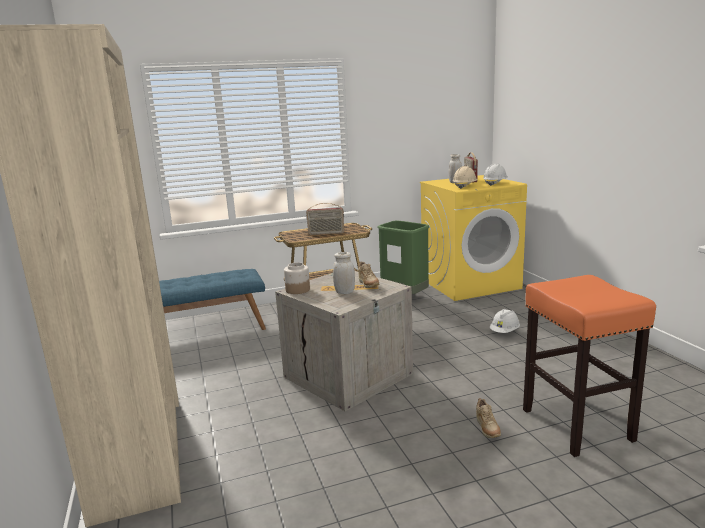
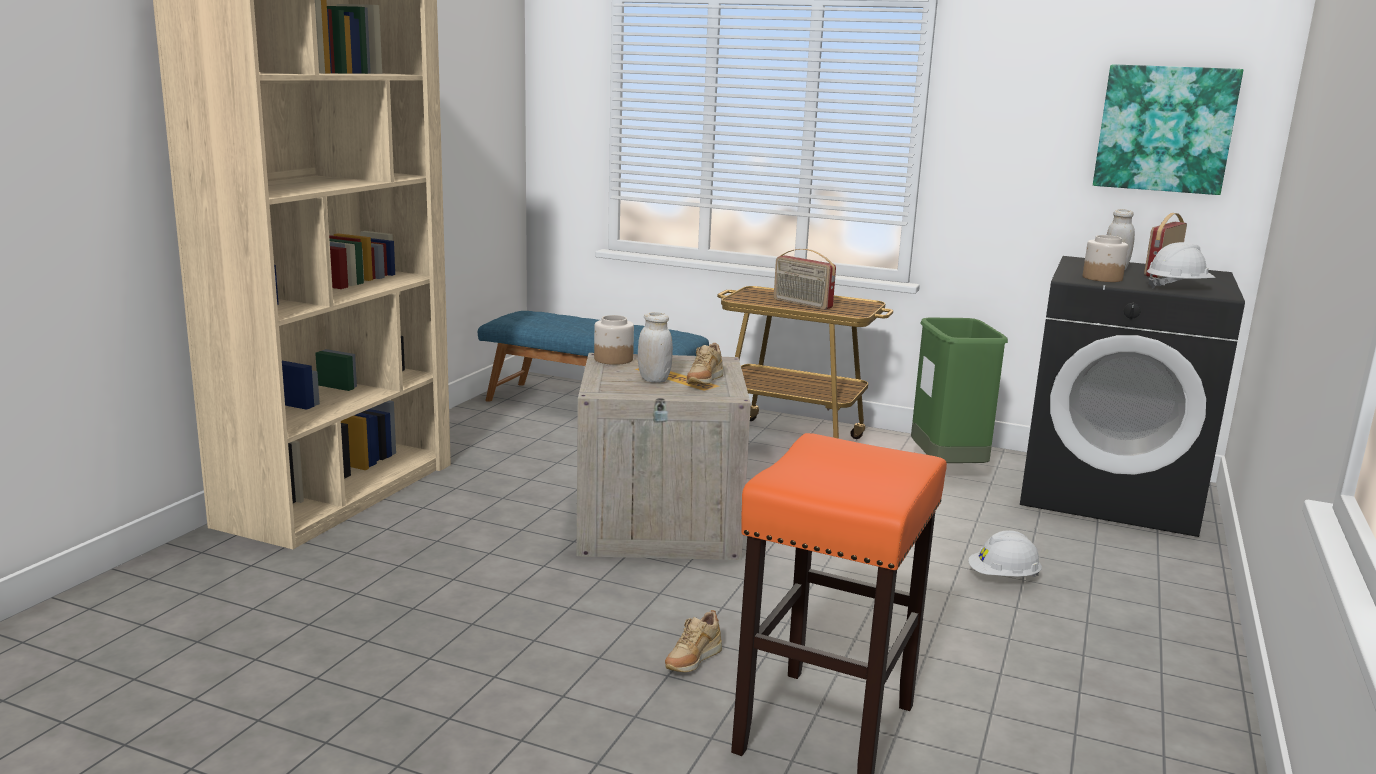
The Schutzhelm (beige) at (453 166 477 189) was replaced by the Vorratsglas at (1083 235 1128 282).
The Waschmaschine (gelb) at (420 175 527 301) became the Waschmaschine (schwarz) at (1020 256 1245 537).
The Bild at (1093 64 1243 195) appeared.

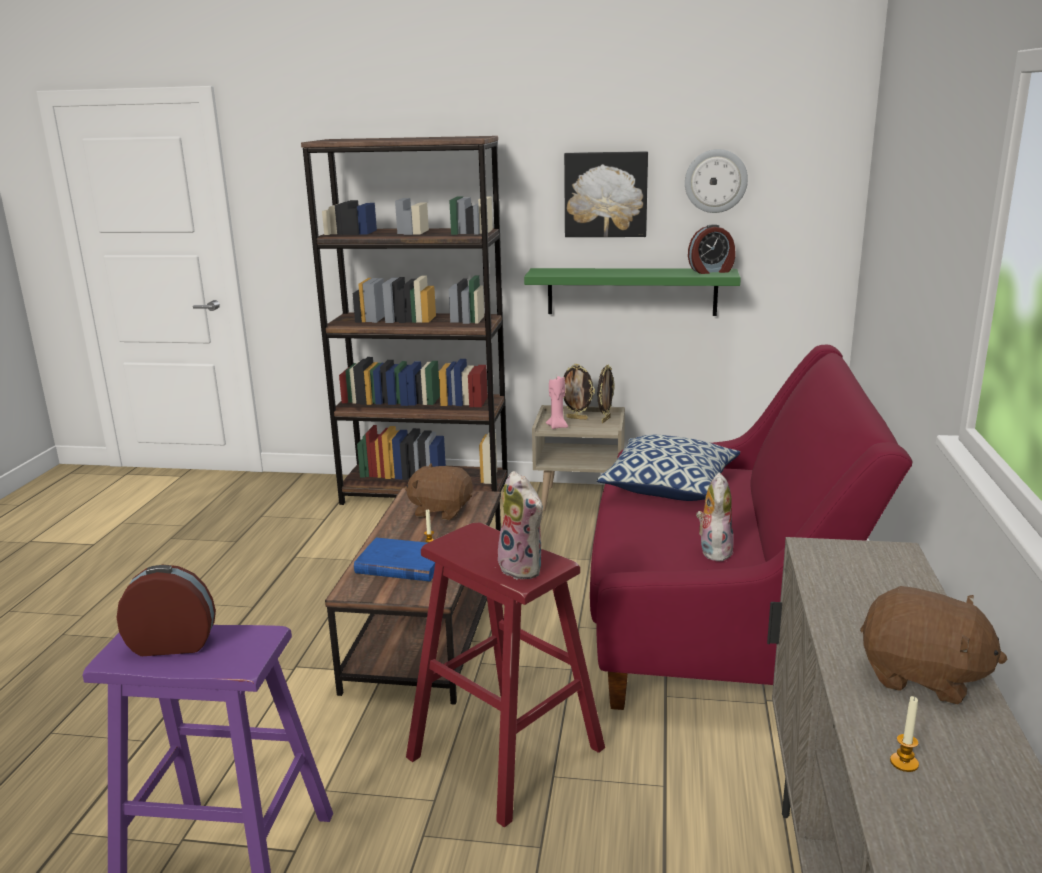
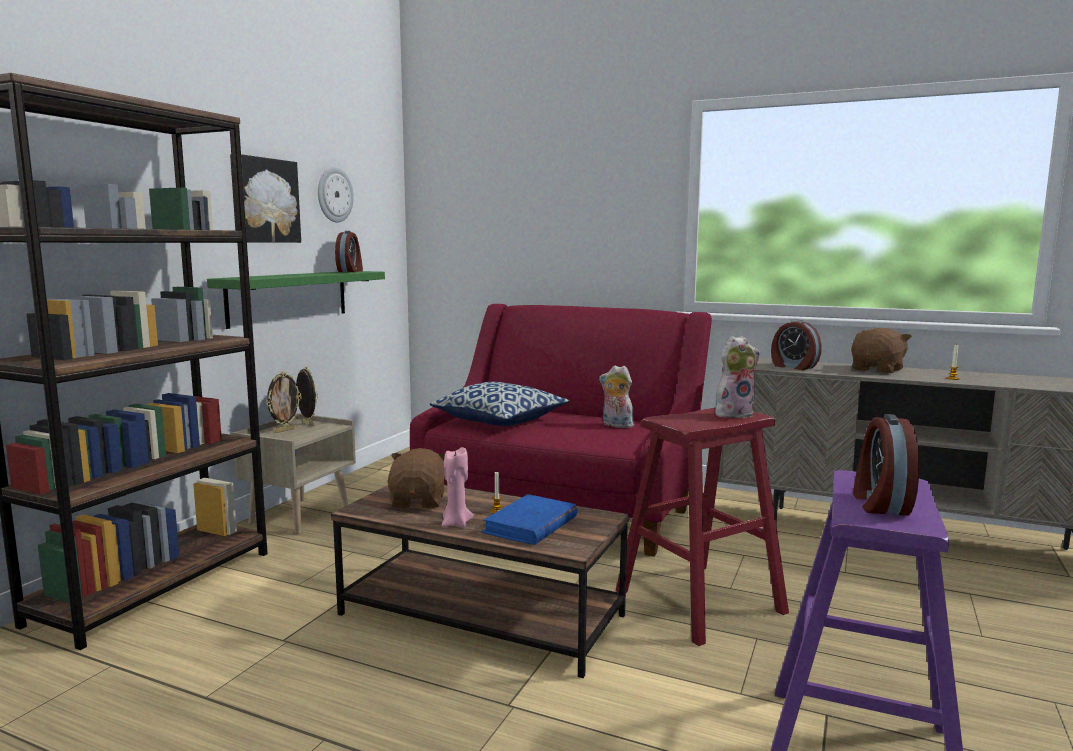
The Kerze (rosa) moved from (546 376 568 429) to (442 447 473 528).
The Plüschtier (braun) at (405 464 473 520) turned 150 degrees clockwise.
The Wecker at (771 320 822 370) appeared.

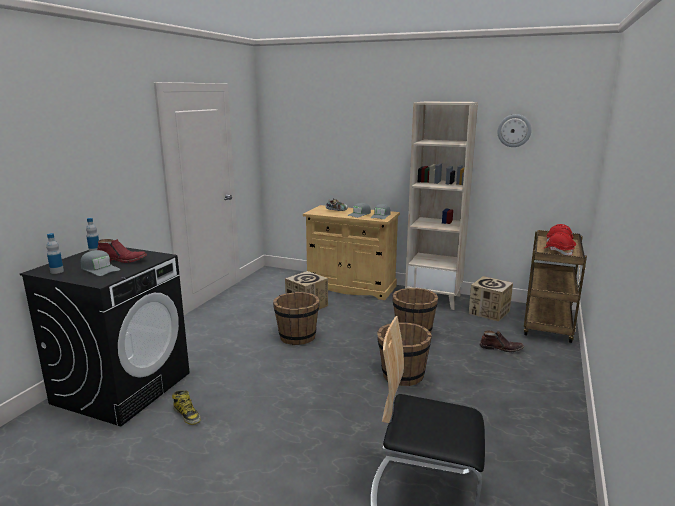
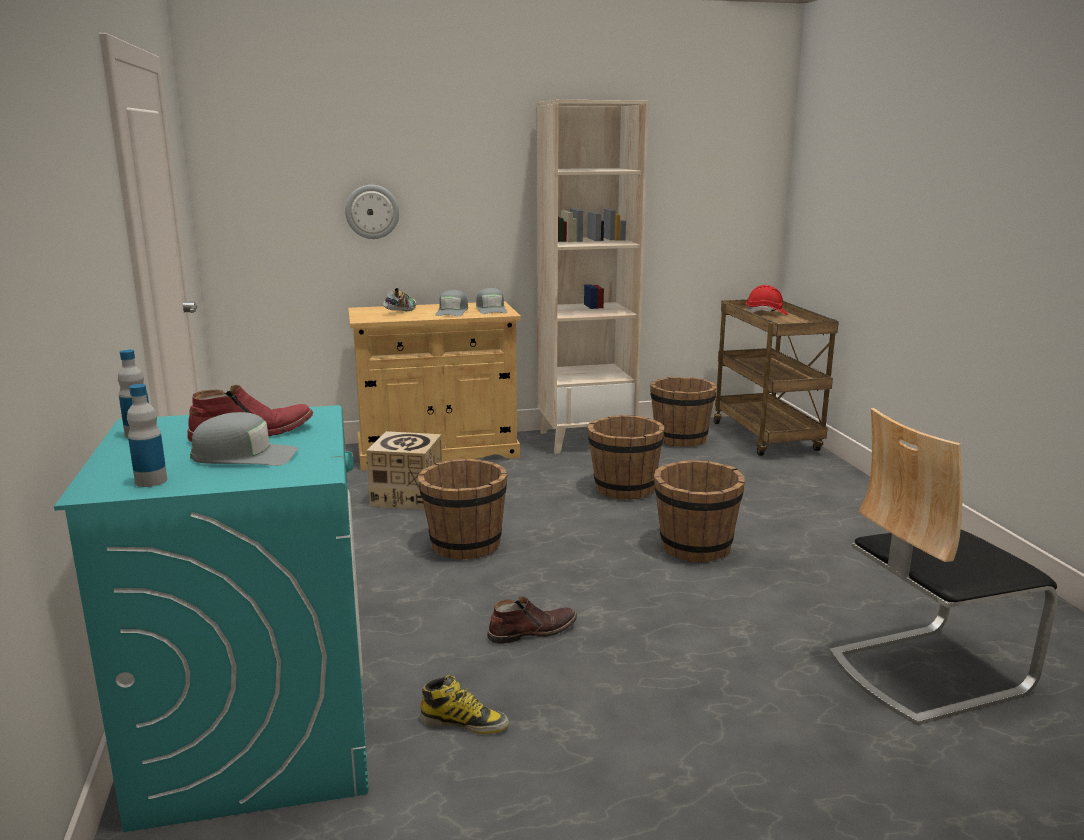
The Wanduhr moved from (498 114 532 147) to (345 185 399 239).
The Schutzhelm (rot) at (545 232 575 256) disappeared.
The Waschmaschine (schwarz) at (20 247 190 426) became the Waschmaschine (türkis) at (54 405 369 832).
The Karton at (469 276 513 322) was replaced by the Eimer (braun) at (650 377 717 447).
The Stiefel (braun) moved from (480 330 524 352) to (487 596 577 644).

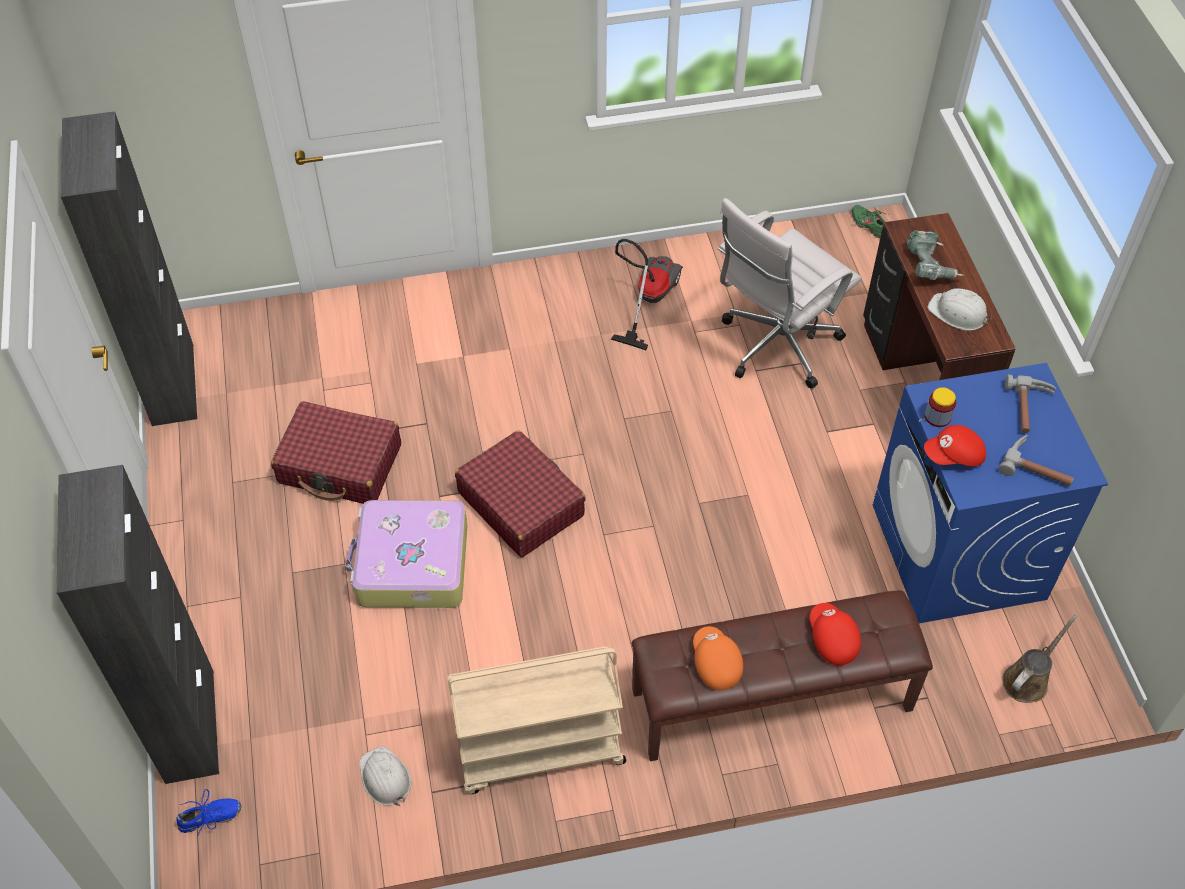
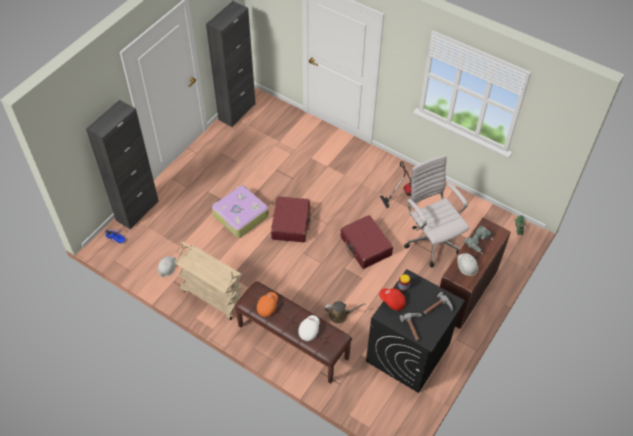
The Bürostuhl (weiß) at (718 198 862 389) turned 60 degrees clockwise.
The Waschmaschine (blau) at (873 363 1108 623) became the Waschmaschine (schwarz) at (366 269 465 393).
The Koffer (rot) moved from (271 401 401 504) to (340 215 393 269).
The Kappe (rot) at (809 603 861 665) became the Kappe (weiß) at (298 315 320 341).
The Gießkanne (braun) moved from (1002 615 1077 703) to (325 301 366 324).

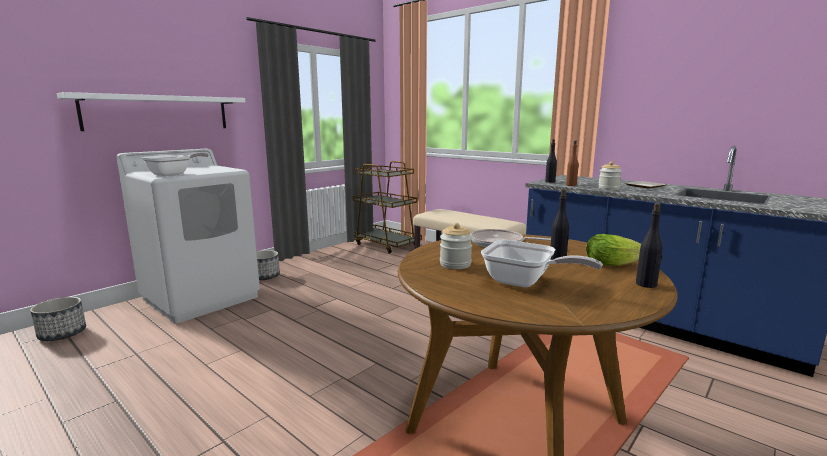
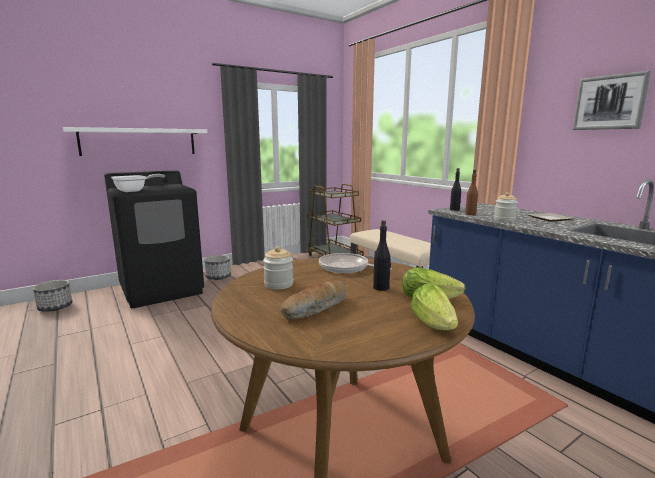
The Waschmaschine (weiß) at (116 149 260 324) became the Waschmaschine (schwarz) at (104 170 204 309).
The Flasche (schwarz) at (636 203 662 288) was replaced by the Salatkopf at (411 283 458 330).
The Pfanne at (481 240 603 287) was replaced by the Brot at (281 280 347 319).
The Bild at (572 70 651 130) appeared.

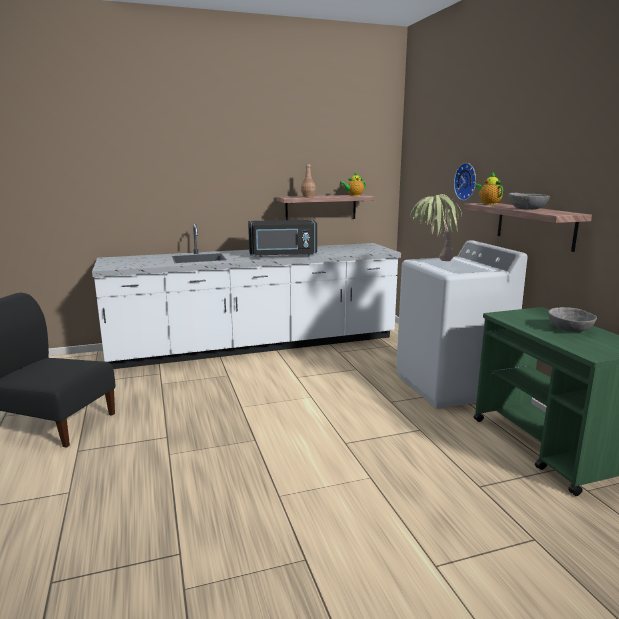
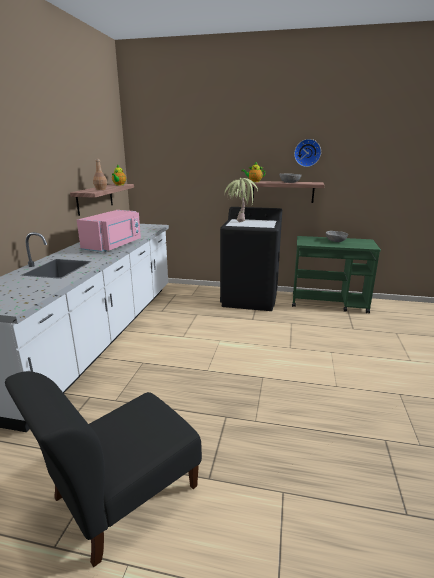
The Wanduhr moved from (454 163 476 201) to (294 139 321 167).
The Mikrowelle (schwarz) at (248 220 317 257) became the Mikrowelle (rosa) at (77 210 141 252).
The Waschmaschine (weiß) at (396 240 528 409) became the Waschmaschine (schwarz) at (220 207 282 311).

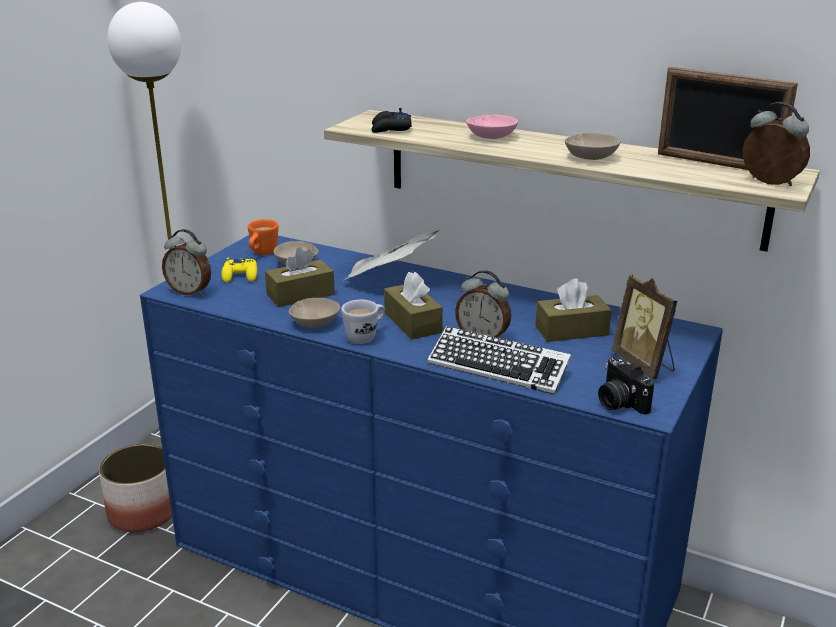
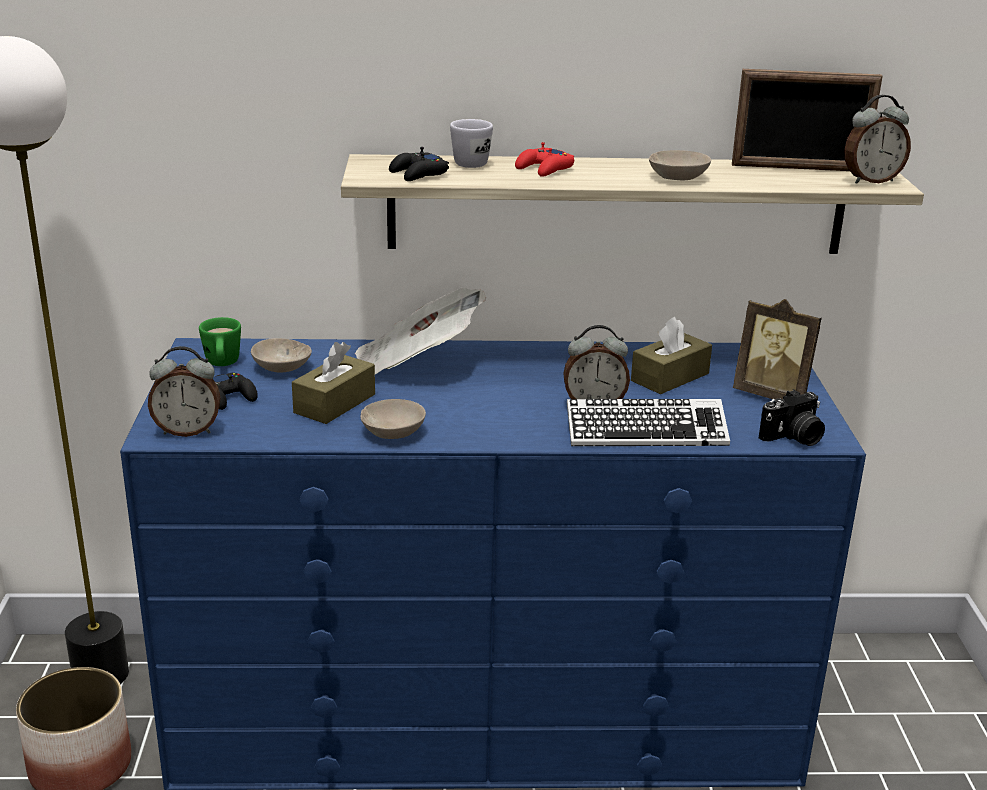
The Wecker at (742 102 810 186) turned 150 degrees clockwise.
The Schüssel (rosa) at (466 115 518 139) was replaced by the Gamepad (rot) at (515 142 574 177).
The Henkelbecher (orange) at (248 219 278 255) became the Henkelbecher (grün) at (199 317 241 366).
The Gamepad (gelb) at (221 257 257 283) became the Gamepad (schwarz) at (213 373 258 410).
The Taschentuchbox (braun) at (384 271 443 340) disappeared.
The Henkelbecher (weiß) moved from (341 300 385 344) to (450 119 493 168).
The Kamera at (598 357 654 415) turned 60 degrees counterclockwise.

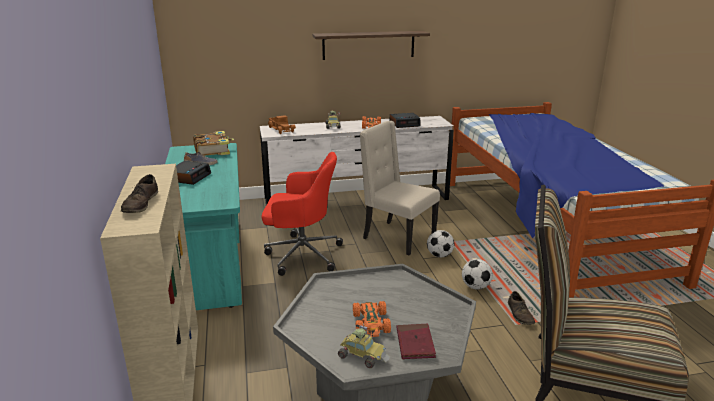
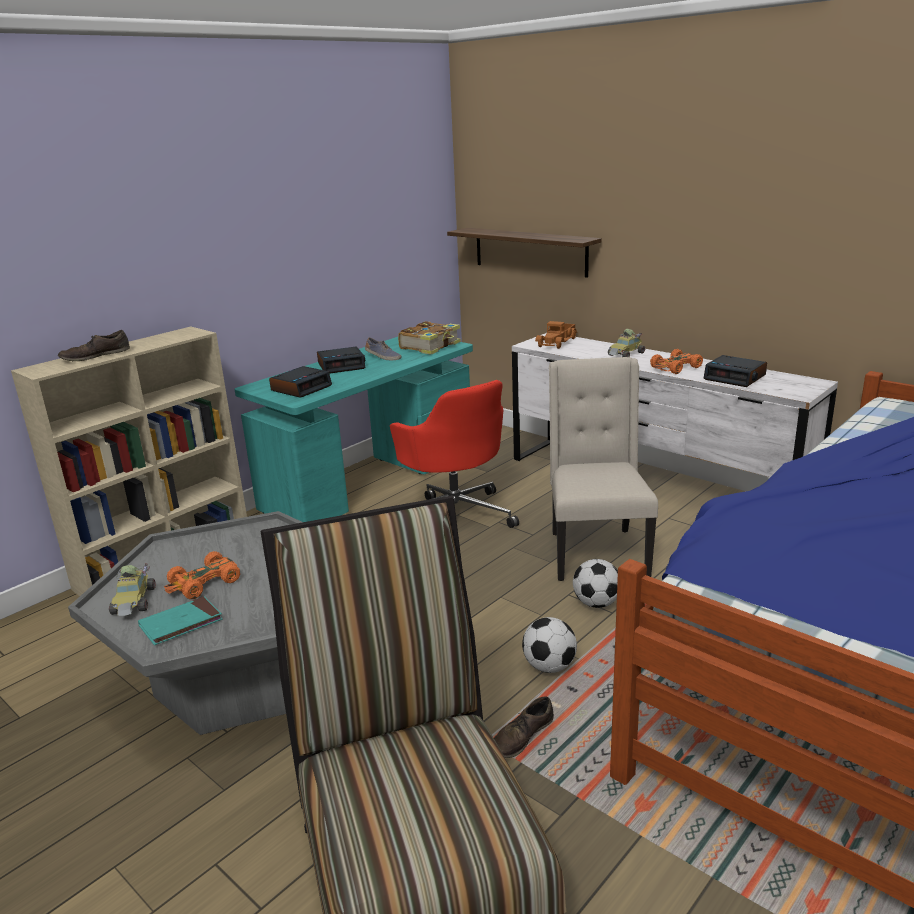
The Wandregal moved from (312 31 430 60) to (447 228 602 278).
The Buch (rot) at (397 324 436 359) became the Buch (türkis) at (138 596 223 645).
The Wecker at (269 366 332 398) appeared.

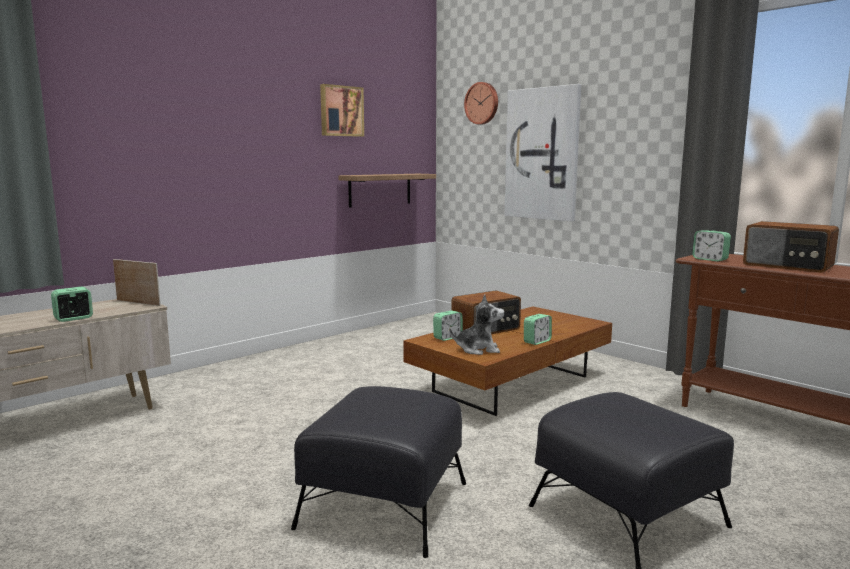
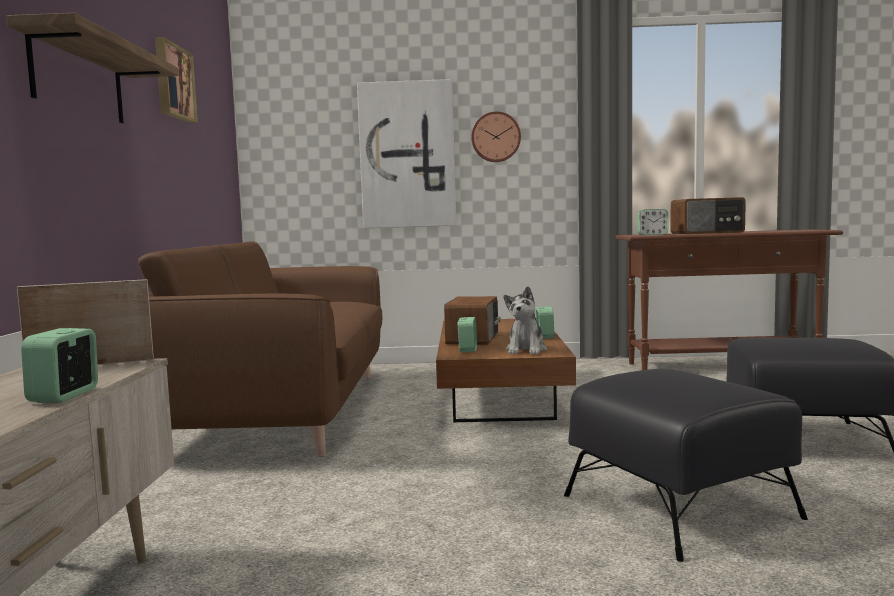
The Wanduhr moved from (464 82 498 125) to (471 111 521 162).
The Wandregal moved from (338 174 436 208) to (6 13 179 123).
The Plüschtier at (450 294 504 355) turned 150 degrees clockwise.
The Sofa (braun) at (138 241 382 457) appeared.

